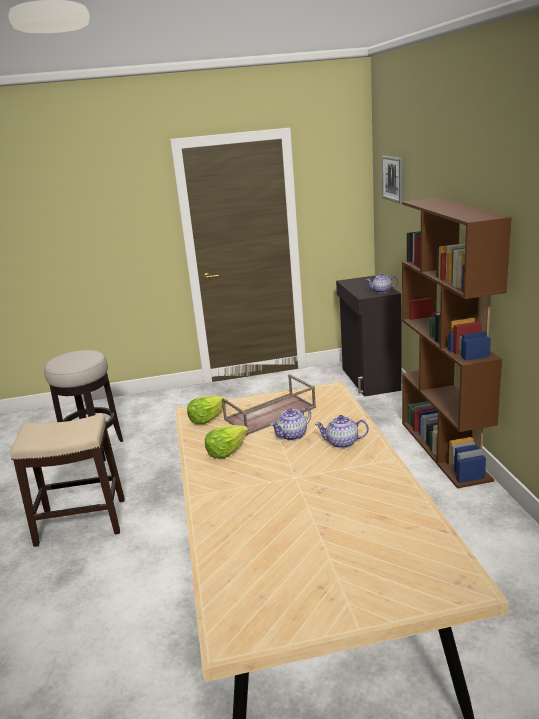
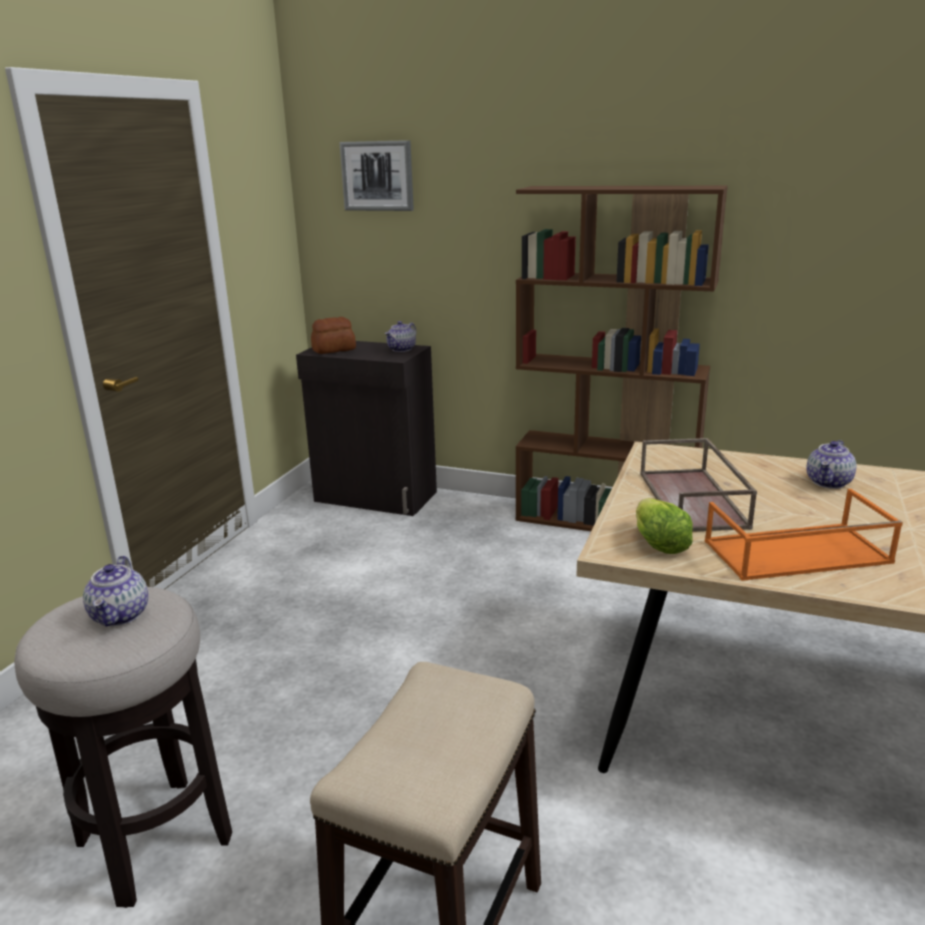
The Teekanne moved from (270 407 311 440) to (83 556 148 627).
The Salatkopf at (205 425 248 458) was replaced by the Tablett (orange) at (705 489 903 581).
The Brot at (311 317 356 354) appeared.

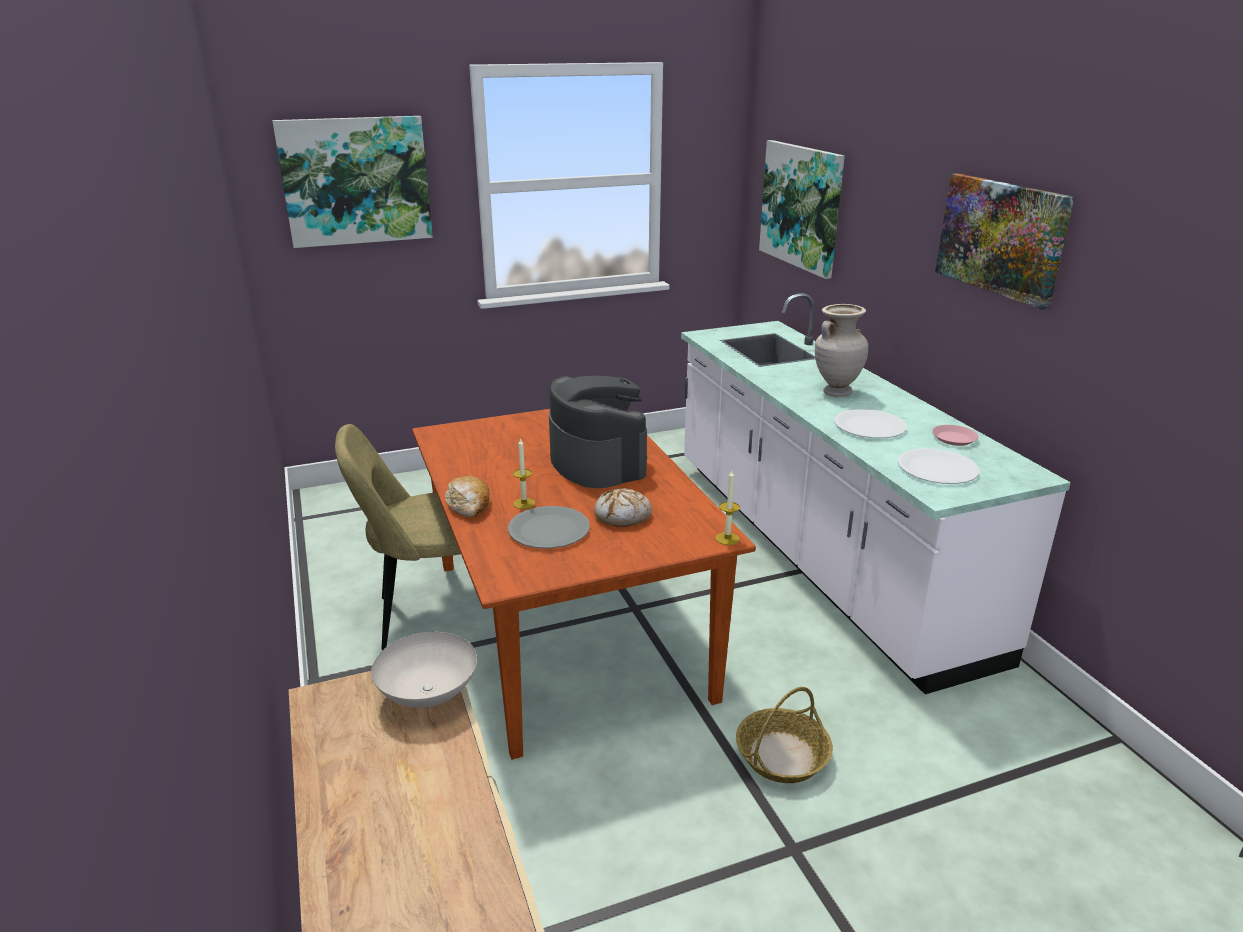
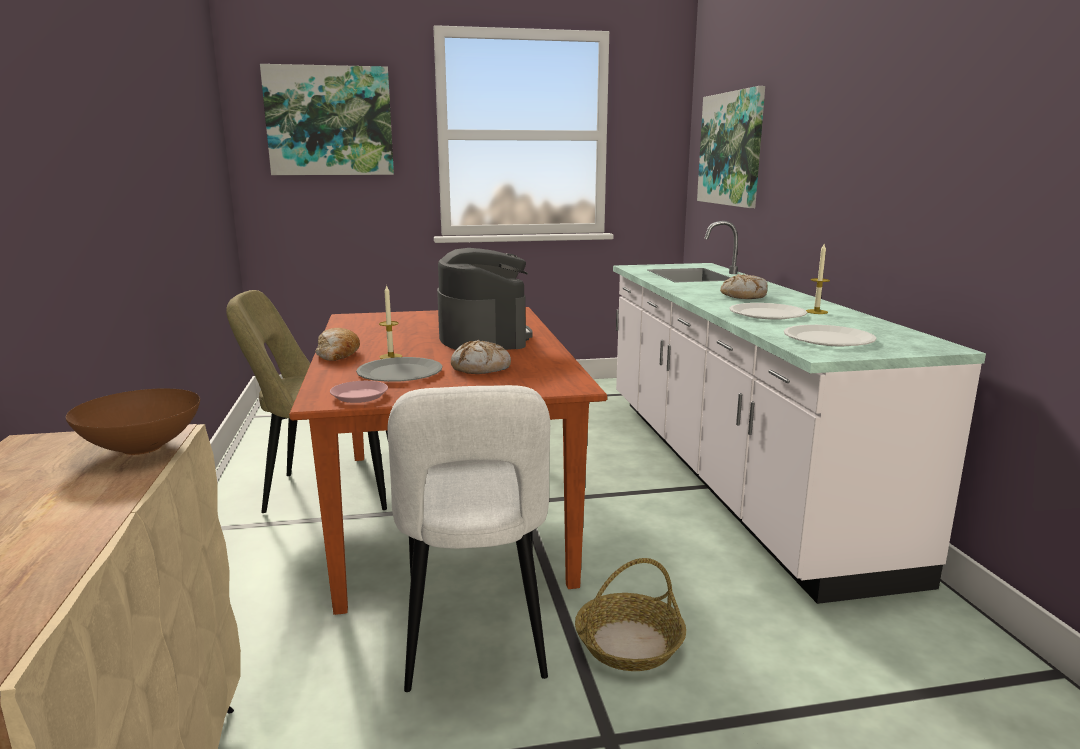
The Bild at (935 173 1074 310) disappeared.
The Vase (beige) at (815 304 868 397) was replaced by the Brot at (720 274 768 299).
The Teller (rosa) moved from (932 425 978 446) to (330 381 388 403).
The Kerze moved from (716 470 740 545) to (806 244 830 314).
The Schüssel (weiß) at (371 632 477 708) became the Schüssel (braun) at (66 388 200 455).
The Stuhl (weiß) at (388 385 550 692) appeared.

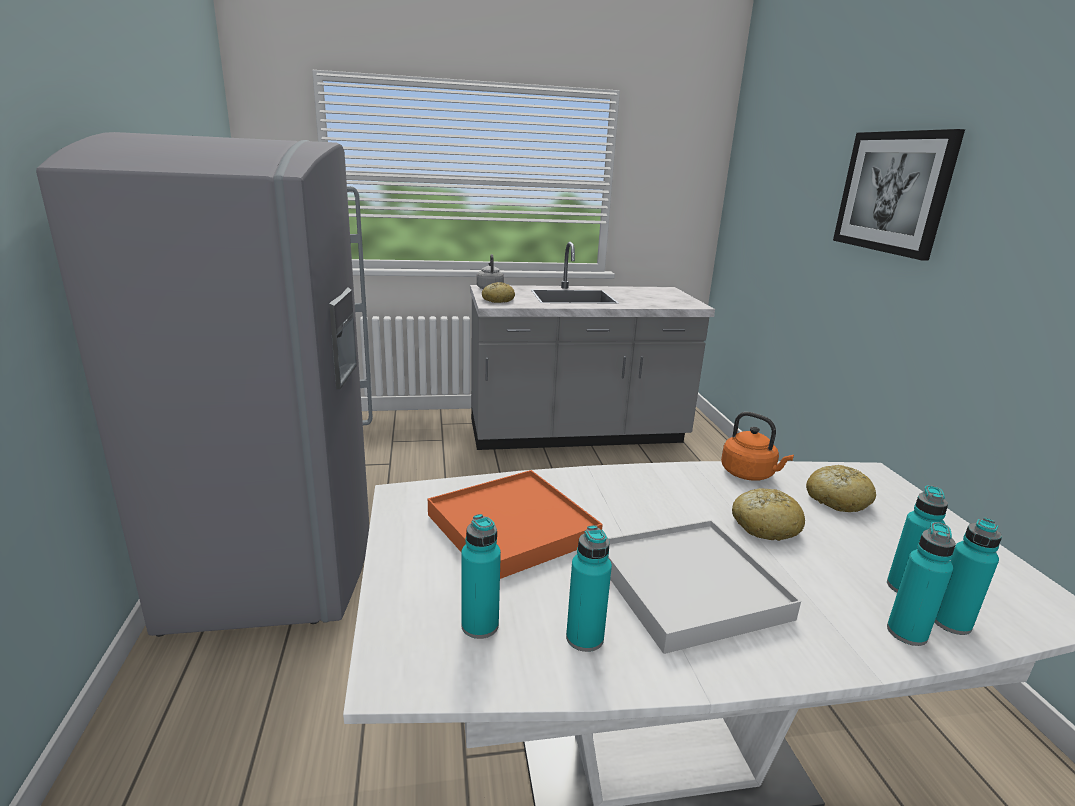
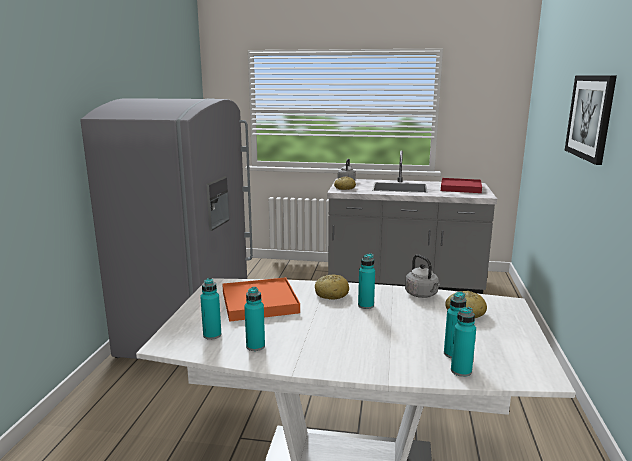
The Wasserkessel (orange) at (721 412 794 481) became the Wasserkessel (grau) at (405 255 440 298).
The Brot moved from (732 488 805 541) to (315 274 349 300).
The Tablett (weiß) at (608 520 801 654) disappeared.
The Flasche (türkis) moved from (887 522 956 646) to (358 253 375 309).
The Tablett (rot) at (441 178 482 193) appeared.

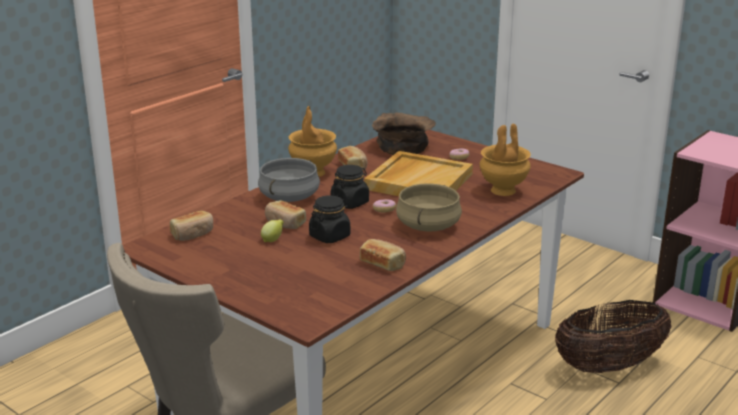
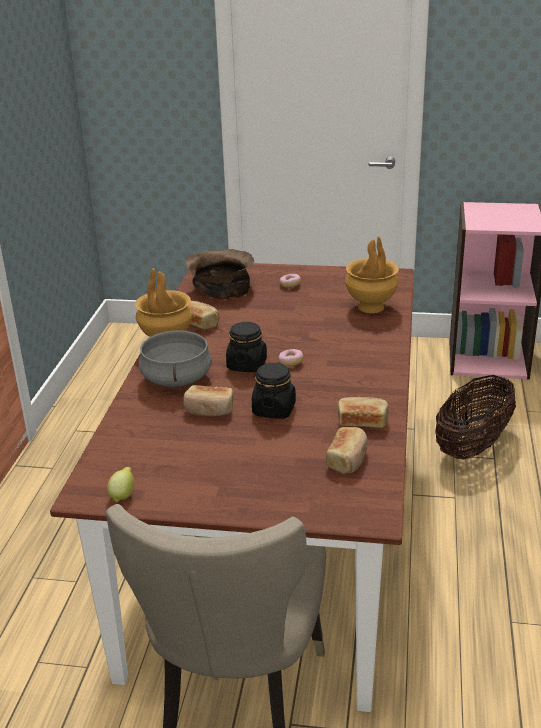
The Tablett (beige) at (364 151 473 196) disappeared.
The Kochtopf (beige) at (396 183 462 231) disappeared.
The Brot moved from (170 211 213 241) to (326 427 368 474).
The Zitrone moved from (261 220 284 242) to (107 467 134 503).

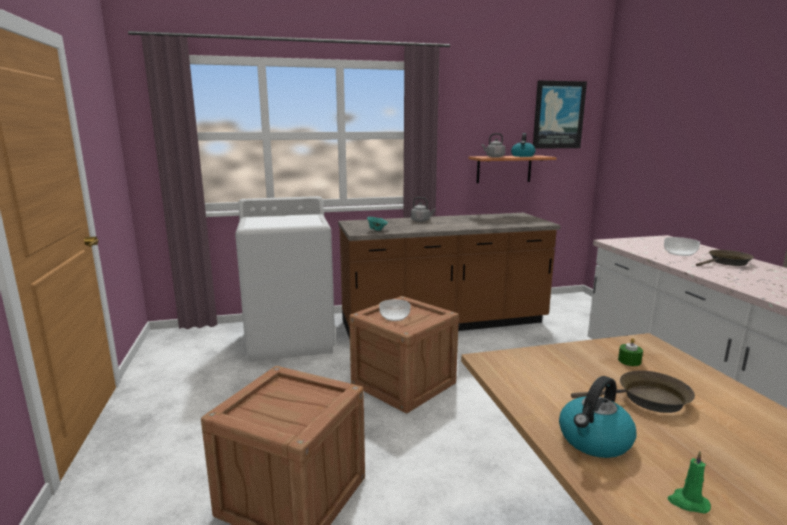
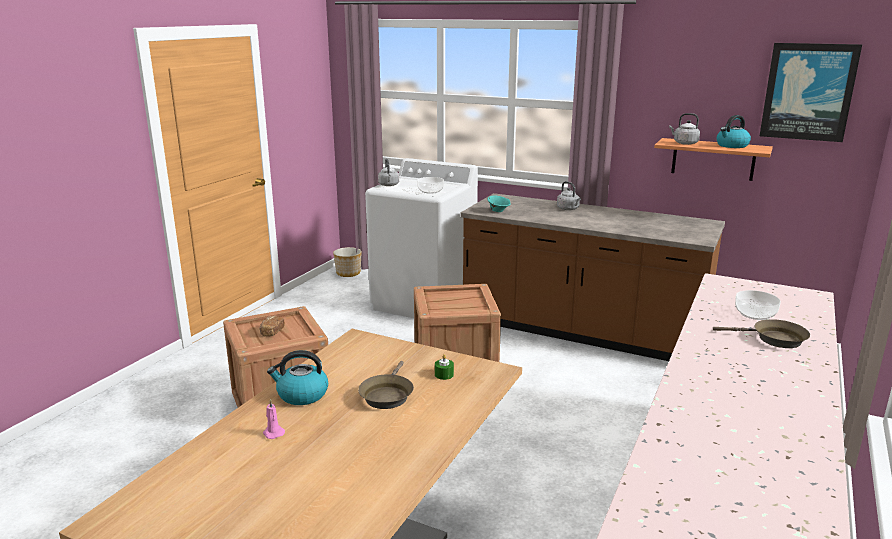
The Schüssel moved from (379 299 410 321) to (417 177 444 193).
The Pfanne (braun) at (571 370 695 413) turned 60 degrees clockwise.
The Kerze (grün) at (668 451 711 514) became the Kerze (rosa) at (263 399 285 439).
The Wasserkessel (grau) at (378 159 399 186) appeared.
The Pflanzkübel at (333 247 362 277) appeared.
The Brot at (259 316 285 336) appeared.

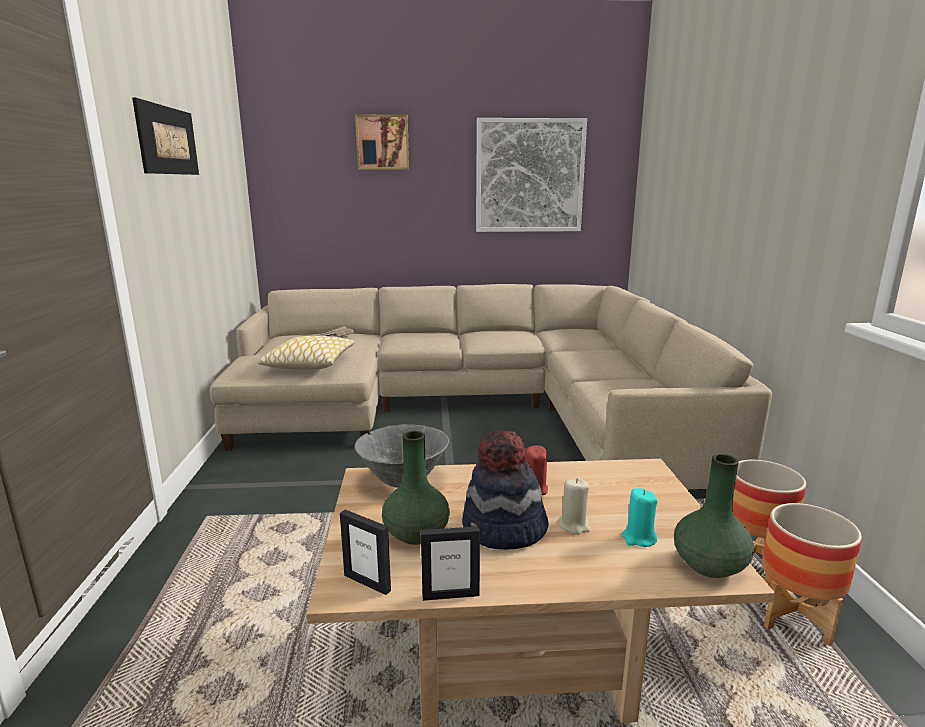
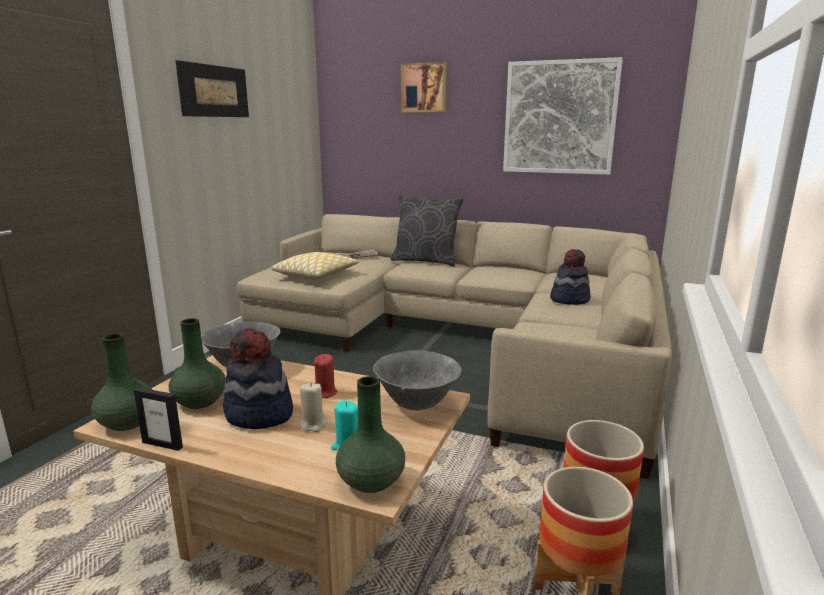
The Bilderrahmen at (340 510 391 595) was replaced by the Vase (grün) at (91 333 152 431).
The Kissen (grau) at (391 195 464 267) appeared.
The Hut at (550 249 591 305) appeared.
The Schüssel (grau) at (373 350 462 410) appeared.

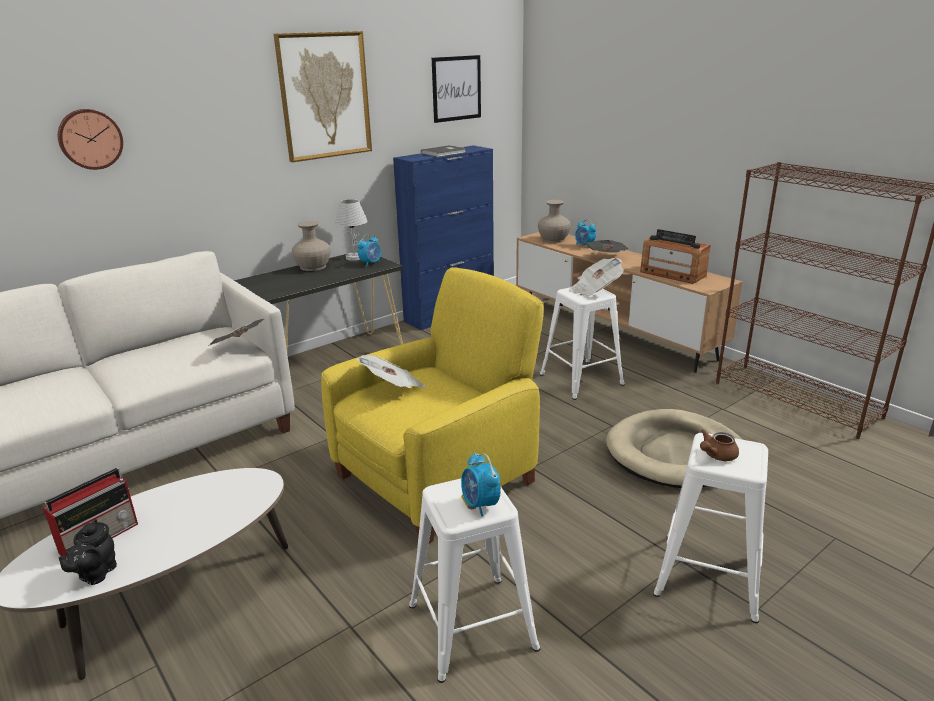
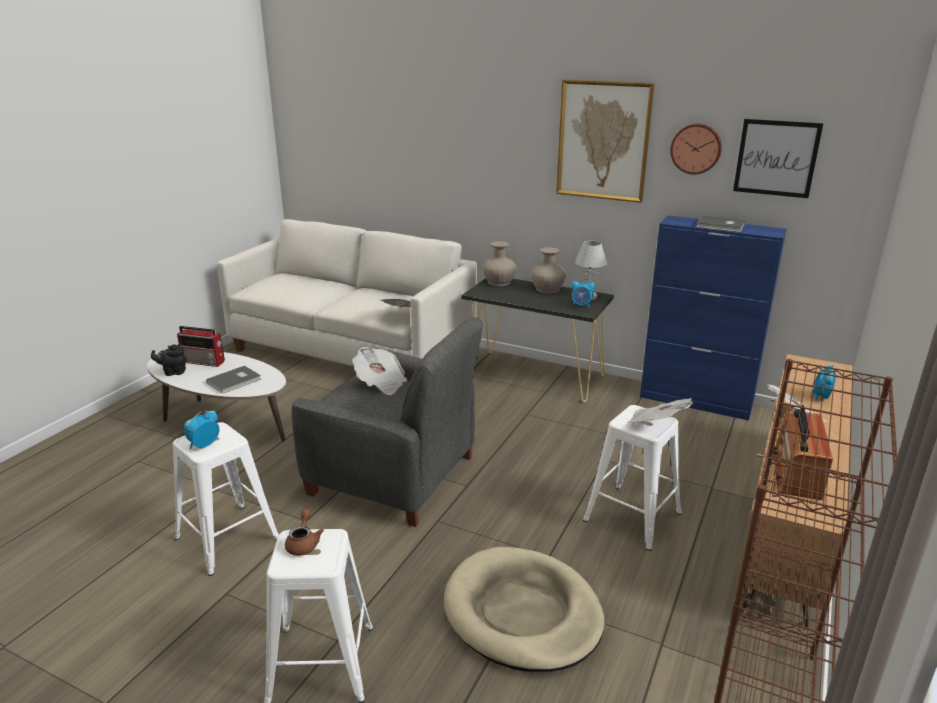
The Wanduhr moved from (58 109 123 170) to (670 124 722 175).
The Vase (beige) moved from (538 200 571 243) to (482 241 517 286).
The Sessel (gelb) at (321 267 544 543) became the Sessel (grau) at (292 317 483 527).
The Teekanne (braun) at (700 429 739 461) turned 60 degrees clockwise.
The Buch (grau) at (206 366 261 394) appeared.

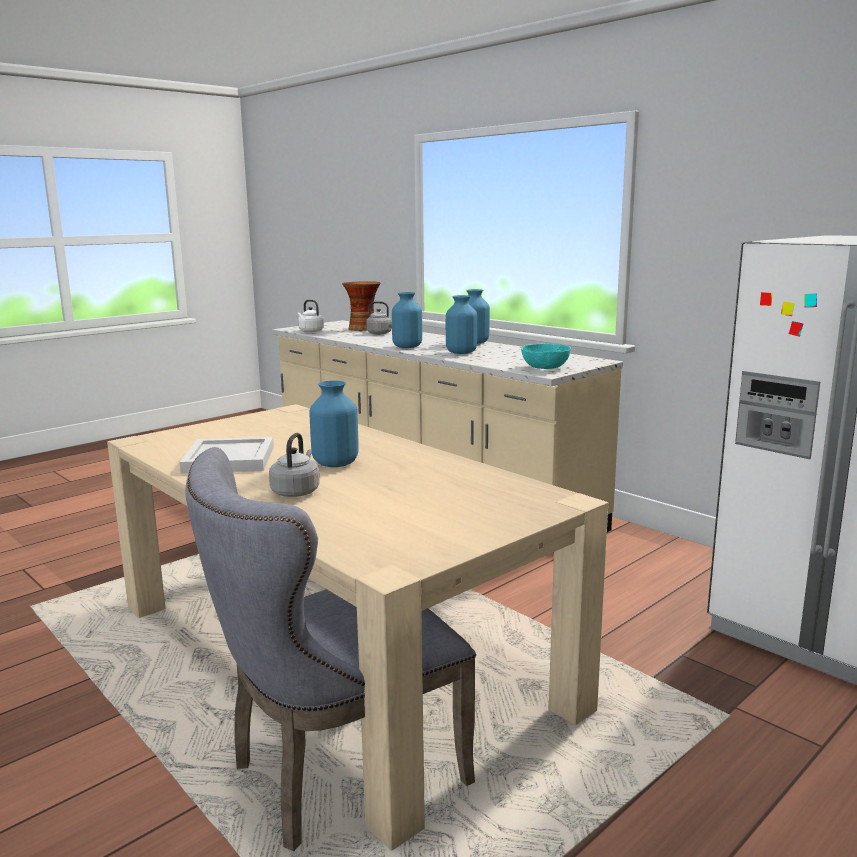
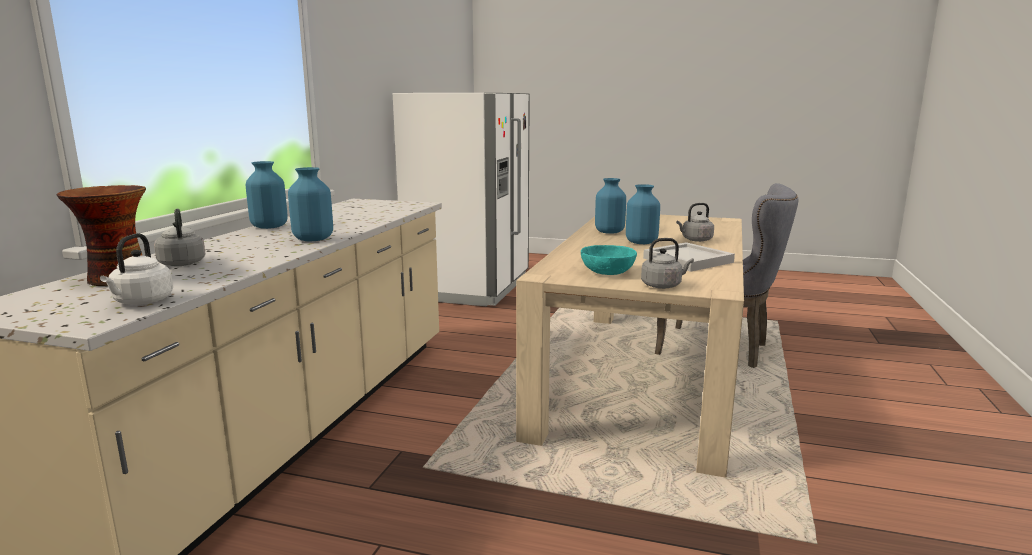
The Vase (blau) moved from (446 295 477 354) to (595 178 626 234).
The Schüssel (türkis) moved from (521 343 571 369) to (581 245 637 275).
The Wasserkessel (grau) at (641 238 694 289) appeared.

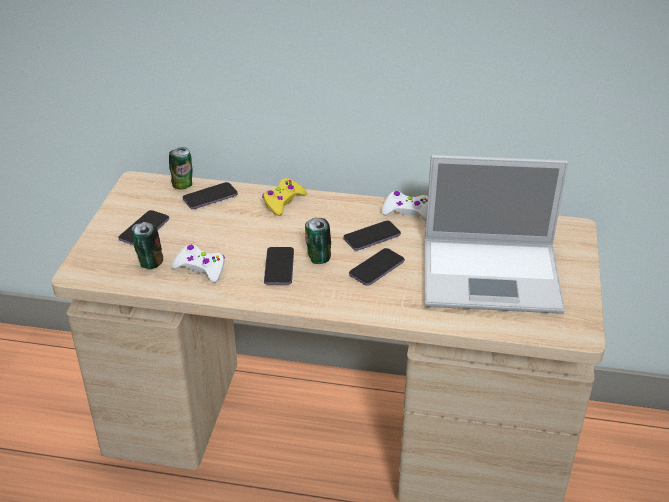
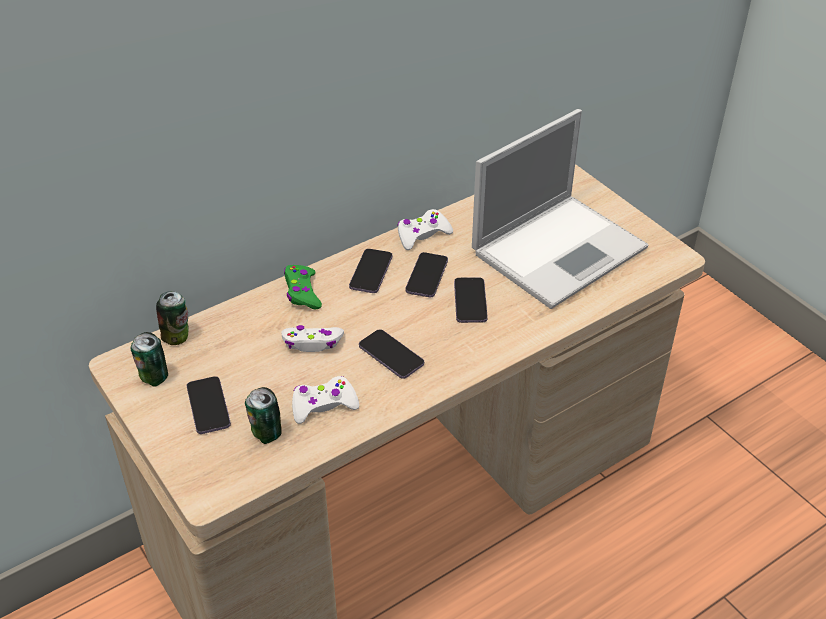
The Gamepad (gelb) at (262 178 307 216) became the Gamepad (grün) at (284 265 322 309).
The Handy moved from (182 182 238 209) to (349 249 392 293).
The Dose moved from (305 218 331 264) to (131 332 168 387).
The Gamepad (weiß) at (282 325 344 352) appeared.

